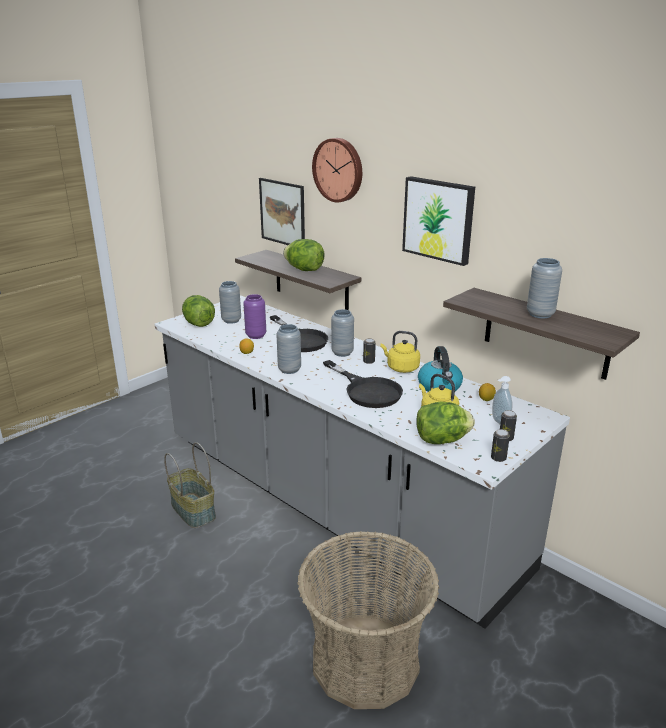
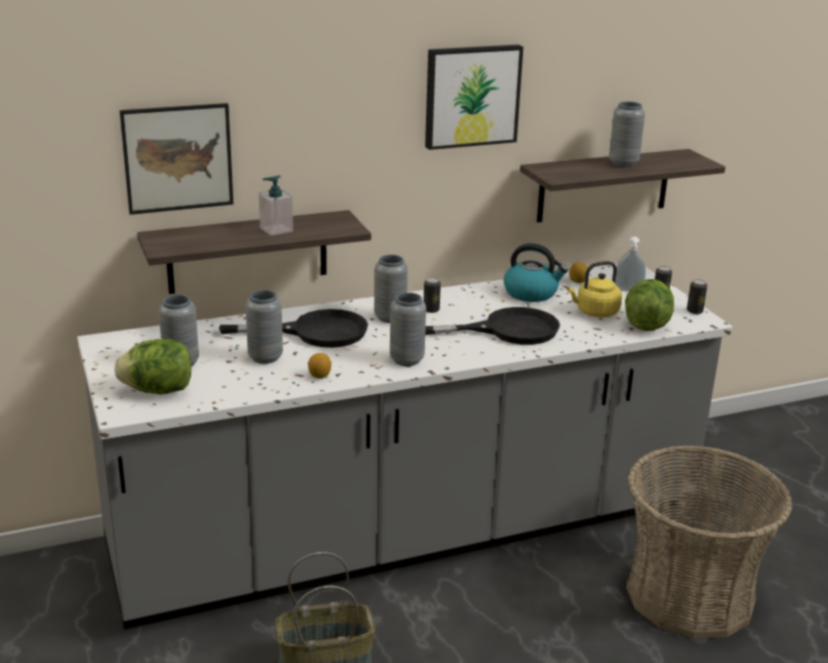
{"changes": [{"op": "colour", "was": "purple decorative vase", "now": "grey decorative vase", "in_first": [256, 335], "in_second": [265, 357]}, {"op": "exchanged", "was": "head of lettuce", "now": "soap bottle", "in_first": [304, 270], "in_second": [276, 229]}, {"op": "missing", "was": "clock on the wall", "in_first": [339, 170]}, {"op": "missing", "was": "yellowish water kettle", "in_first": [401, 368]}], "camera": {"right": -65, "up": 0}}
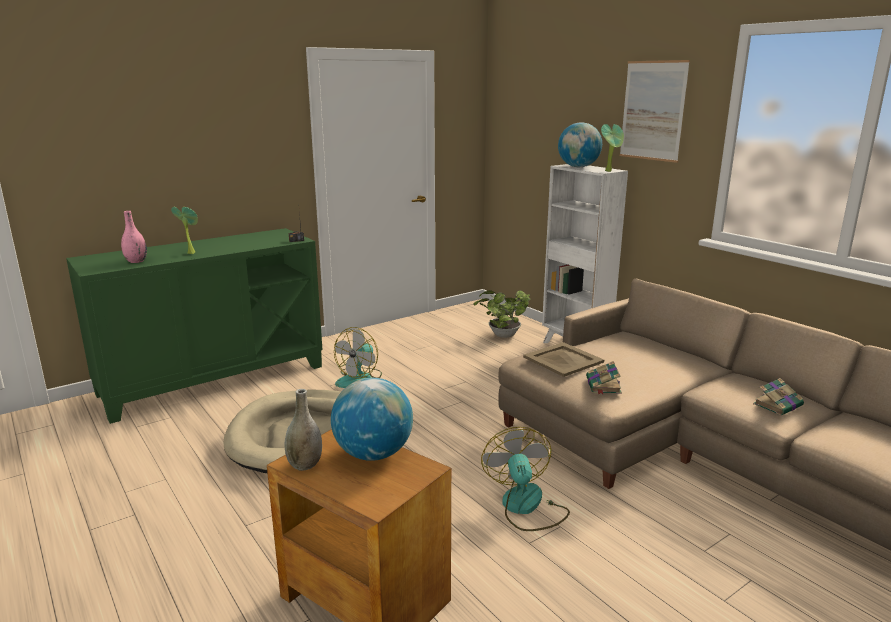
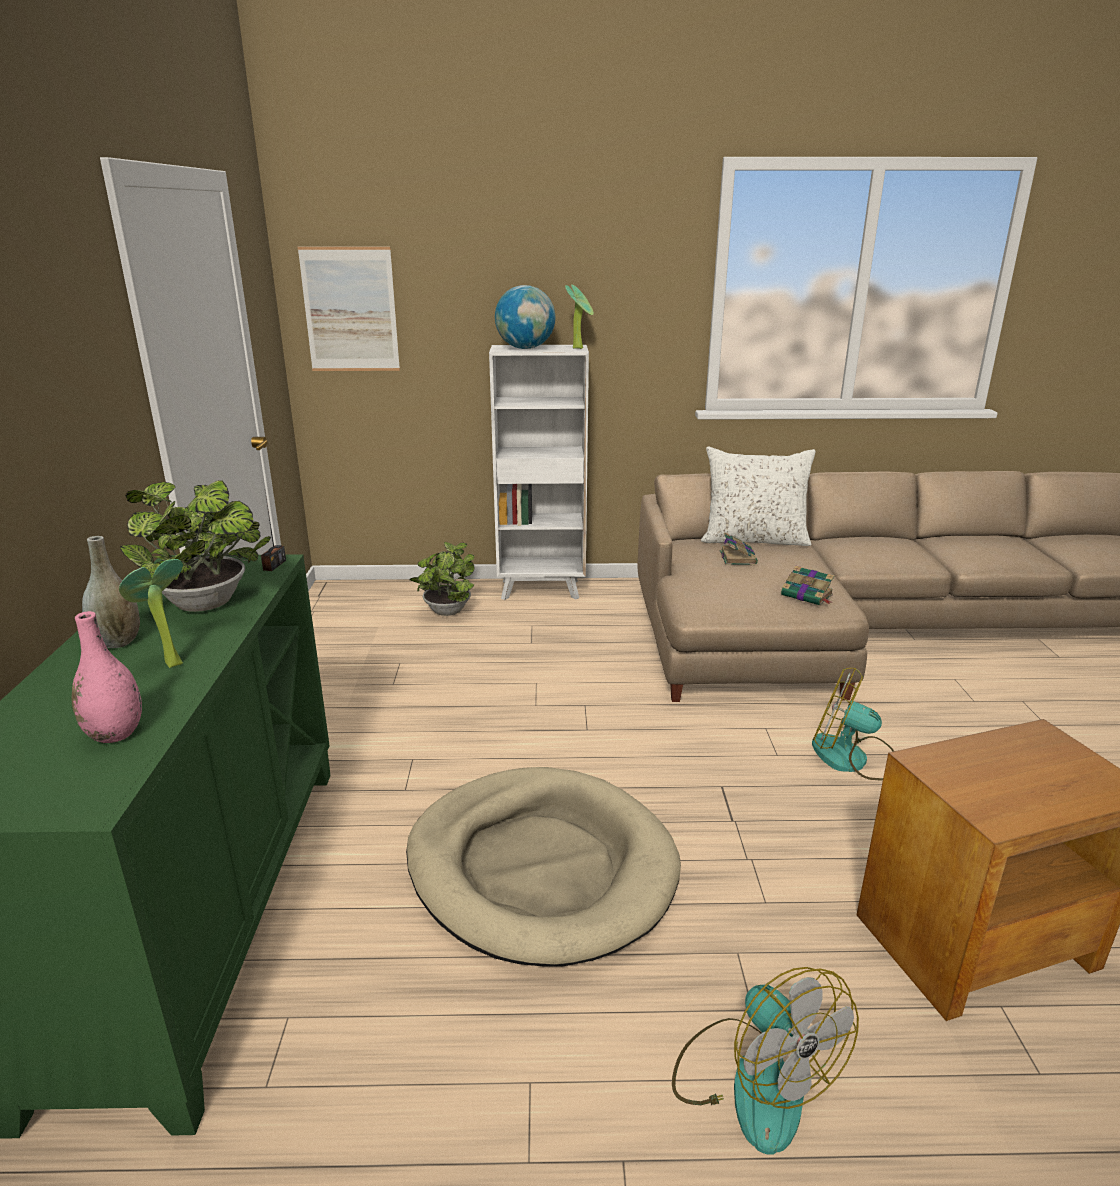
{"changes": [{"op": "relocated", "was": "grey decorative vase", "in_first": [305, 465], "in_second": [118, 642]}, {"op": "appeared", "now": "potted plant", "in_second": [209, 605]}, {"op": "relocated", "was": "wall art", "in_first": [653, 111], "in_second": [350, 310]}, {"op": "relocated", "was": "cooling fan", "in_first": [360, 379], "in_second": [752, 1080]}, {"op": "appeared", "now": "white pillow", "in_second": [754, 540]}, {"op": "relocated", "was": "bound book", "in_first": [778, 405], "in_second": [737, 557]}, {"op": "missing", "was": "globe", "in_first": [373, 454]}, {"op": "missing", "was": "sand-coloured tray", "in_first": [562, 359]}], "camera": {"right": -55, "up": 5}}
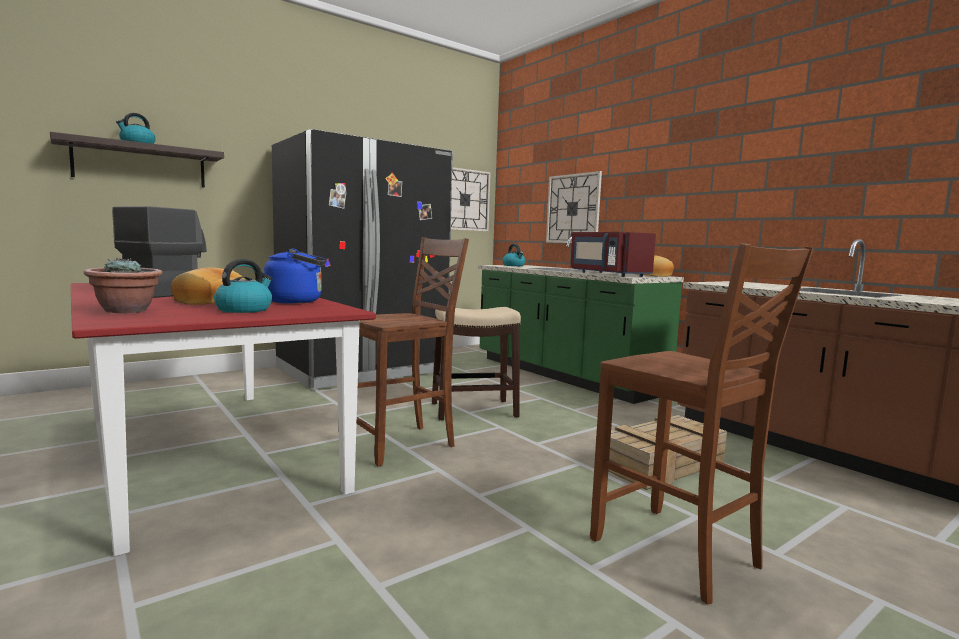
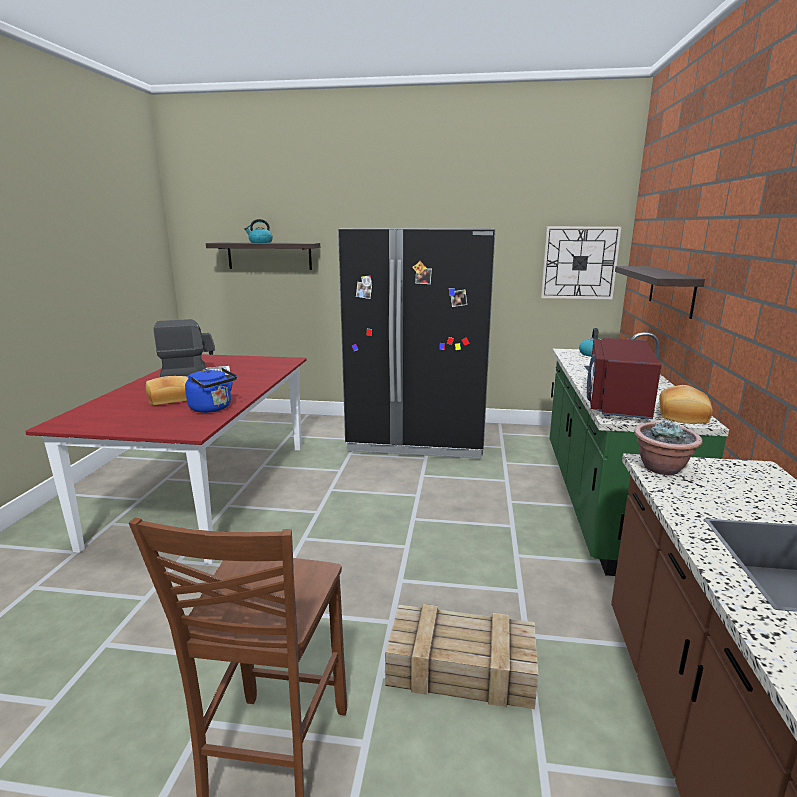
{"changes": [{"op": "exchanged", "was": "clock on the wall", "now": "shelf", "in_first": [573, 209], "in_second": [671, 290]}, {"op": "relocated", "was": "potted plant", "in_first": [127, 311], "in_second": [662, 468]}, {"op": "missing", "was": "water kettle", "in_first": [244, 309]}, {"op": "missing", "was": "brownish upright chair", "in_first": [403, 444]}, {"op": "missing", "was": "sitting stool", "in_first": [474, 410]}], "camera": {"right": 45, "up": 10}}
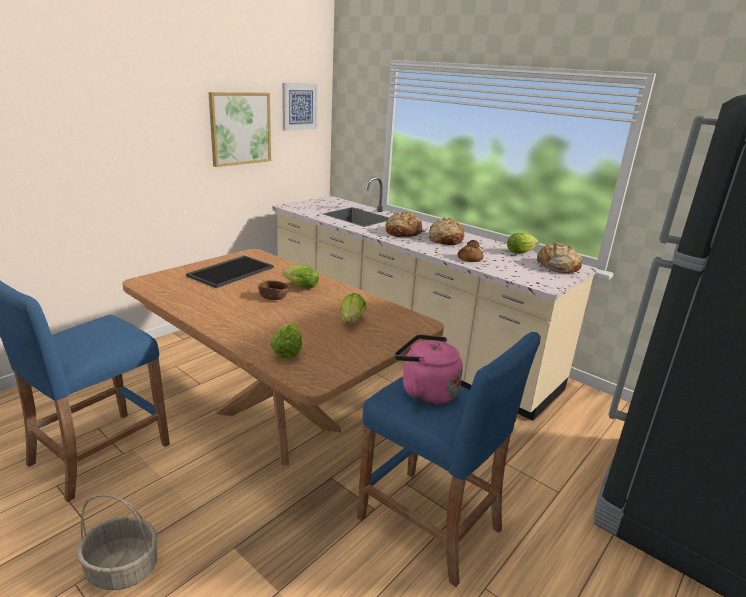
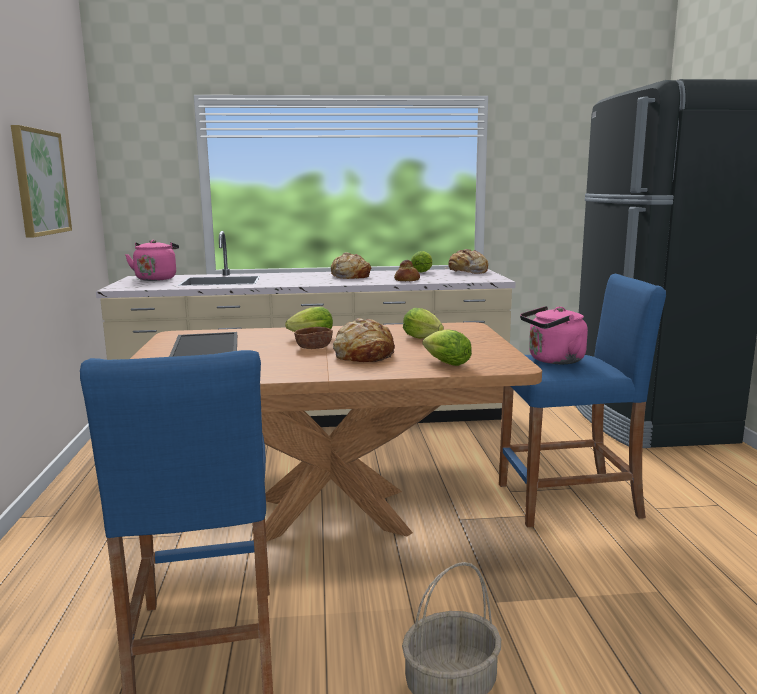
{"changes": [{"op": "appeared", "now": "pink-coloured water kettle", "in_second": [156, 278]}, {"op": "relocated", "was": "baked bread", "in_first": [403, 232], "in_second": [364, 354]}, {"op": "missing", "was": "wall art", "in_first": [299, 106]}], "camera": {"right": -45, "up": -10}}
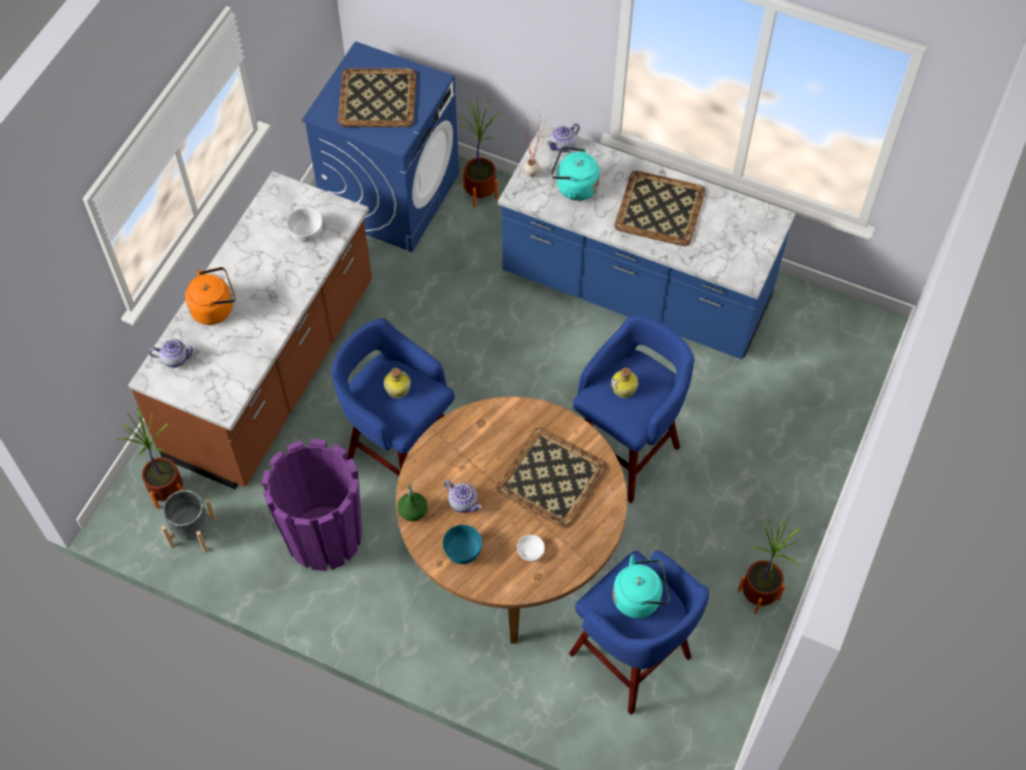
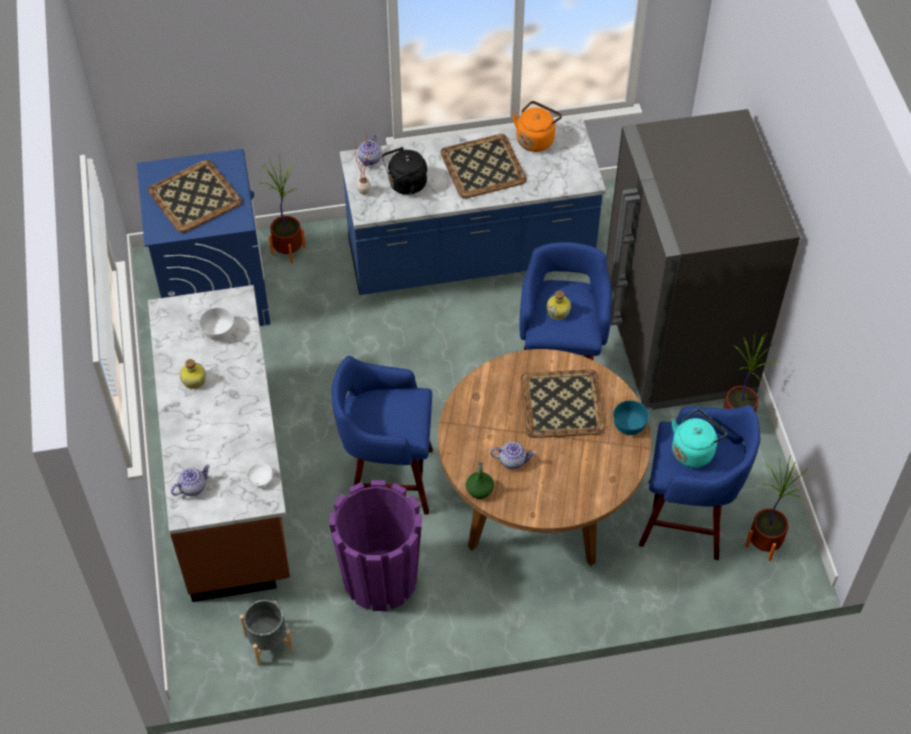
{"changes": [{"op": "relocated", "was": "bottle", "in_first": [396, 388], "in_second": [193, 380]}, {"op": "relocated", "was": "white bowl", "in_first": [531, 551], "in_second": [261, 478]}, {"op": "colour", "was": "turquoise water kettle", "now": "blackish water kettle", "in_first": [574, 187], "in_second": [405, 184]}, {"op": "relocated", "was": "orange-coloured water kettle", "in_first": [215, 308], "in_second": [536, 139]}, {"op": "appeared", "now": "grey kitchen fridge", "in_second": [676, 340]}, {"op": "relocated", "was": "turquoise bowl", "in_first": [462, 551], "in_second": [630, 425]}, {"op": "relocated", "was": "potted plant", "in_first": [168, 492], "in_second": [764, 543]}], "camera": {"right": -35, "up": -5}}
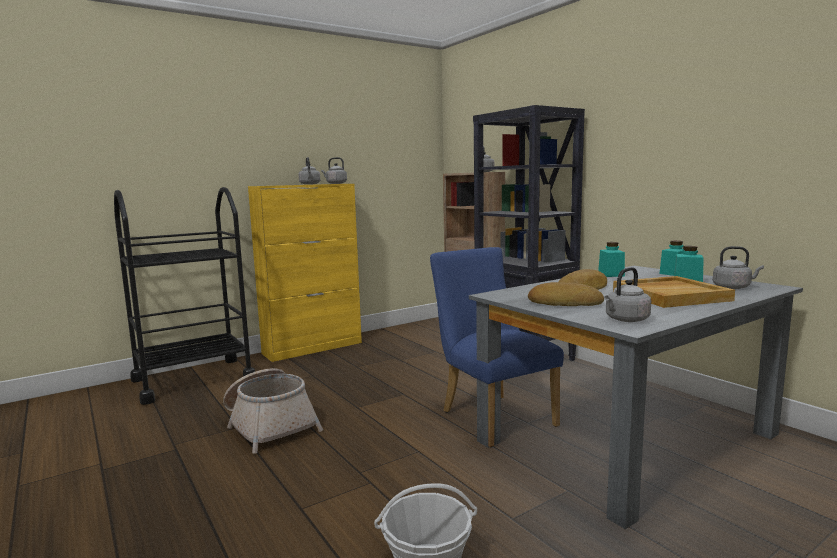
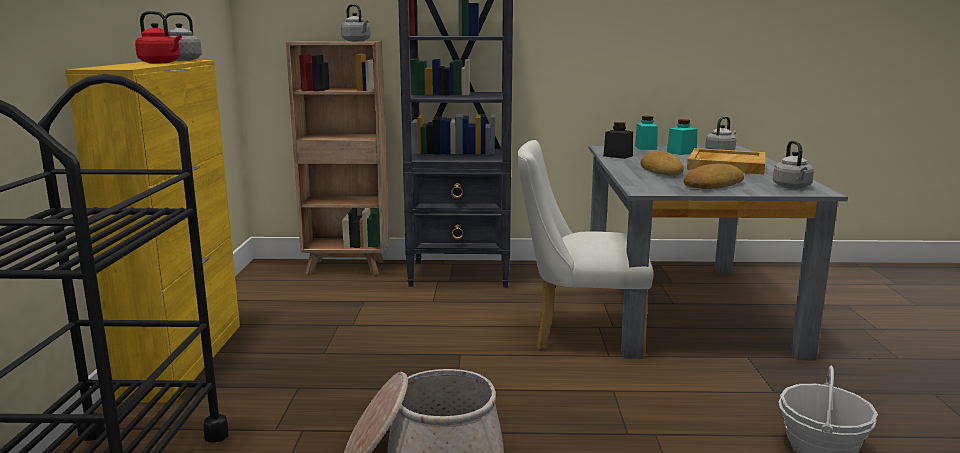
{"changes": [{"op": "colour", "was": "grey water kettle", "now": "red water kettle", "in_first": [310, 184], "in_second": [161, 63]}, {"op": "colour", "was": "blue upright chair", "now": "white upright chair", "in_first": [492, 416], "in_second": [579, 334]}, {"op": "colour", "was": "turquoise preserve jar", "now": "blackish preserve jar", "in_first": [611, 274], "in_second": [618, 156]}], "camera": {"right": -55, "up": 5}}
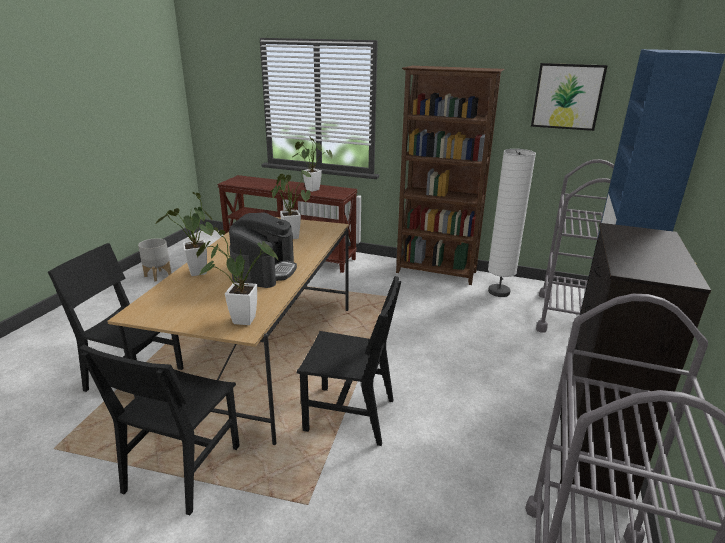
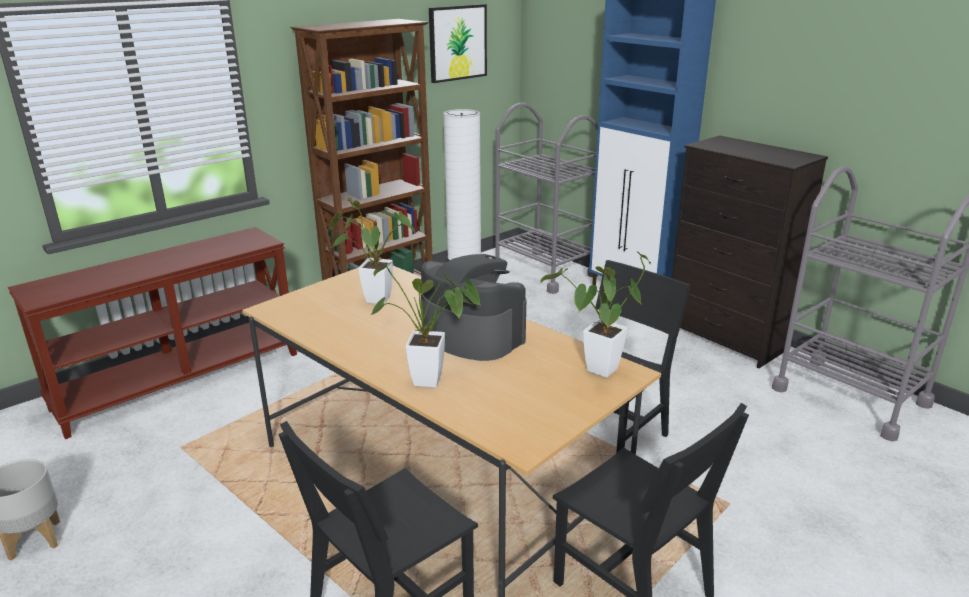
{"changes": [{"op": "missing", "was": "potted plant", "in_first": [310, 189]}], "camera": {"right": -60, "up": 0}}
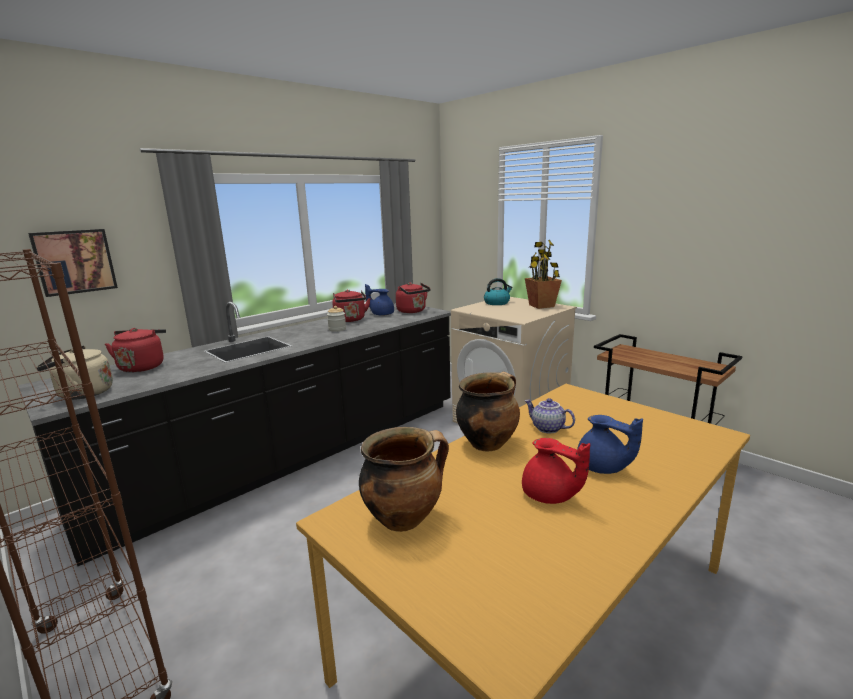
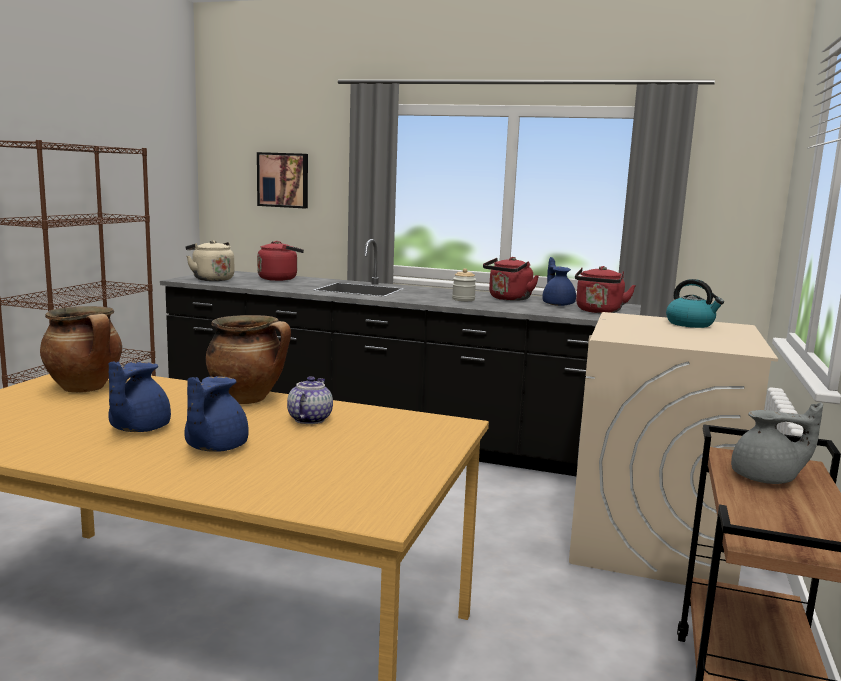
{"changes": [{"op": "colour", "was": "red teapot", "now": "blue teapot", "in_first": [550, 496], "in_second": [137, 429]}, {"op": "appeared", "now": "grey teapot", "in_second": [766, 479]}, {"op": "missing", "was": "potted plant", "in_first": [541, 306]}], "camera": {"right": 60, "up": -5}}
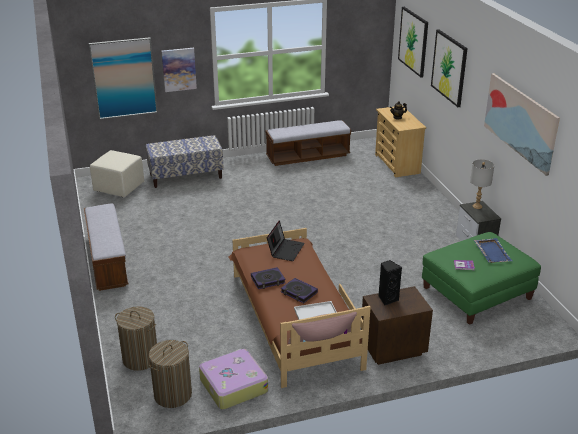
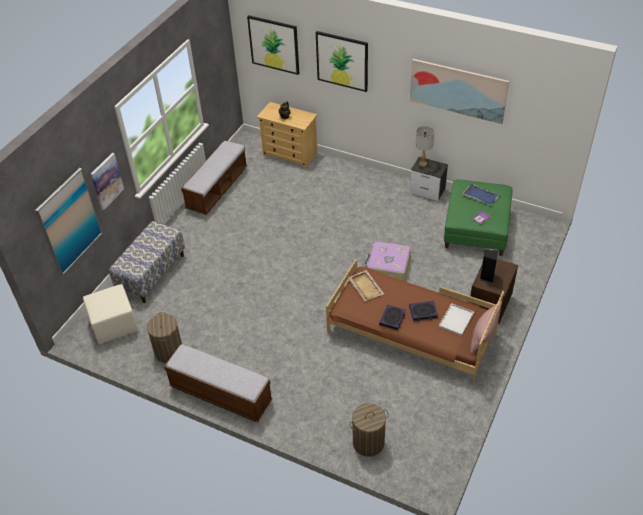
{"changes": [{"op": "relocated", "was": "hamper", "in_first": [173, 394], "in_second": [169, 351]}, {"op": "exchanged", "was": "portable computer", "now": "sand-coloured tray", "in_first": [285, 249], "in_second": [365, 286]}, {"op": "relocated", "was": "suitcase", "in_first": [233, 385], "in_second": [388, 266]}], "camera": {"right": -45, "up": 15}}
